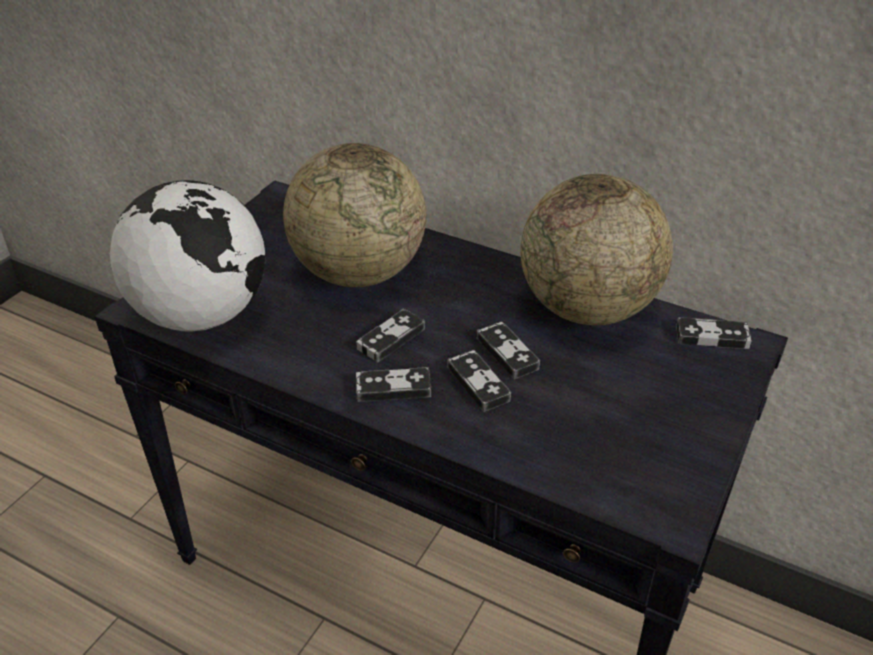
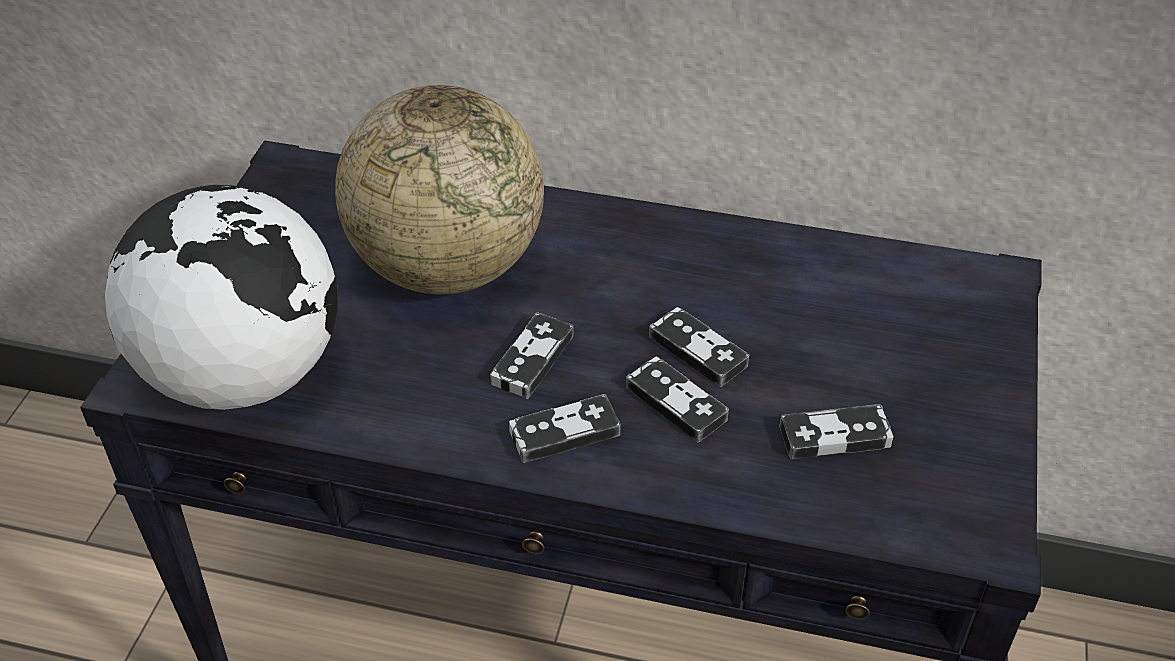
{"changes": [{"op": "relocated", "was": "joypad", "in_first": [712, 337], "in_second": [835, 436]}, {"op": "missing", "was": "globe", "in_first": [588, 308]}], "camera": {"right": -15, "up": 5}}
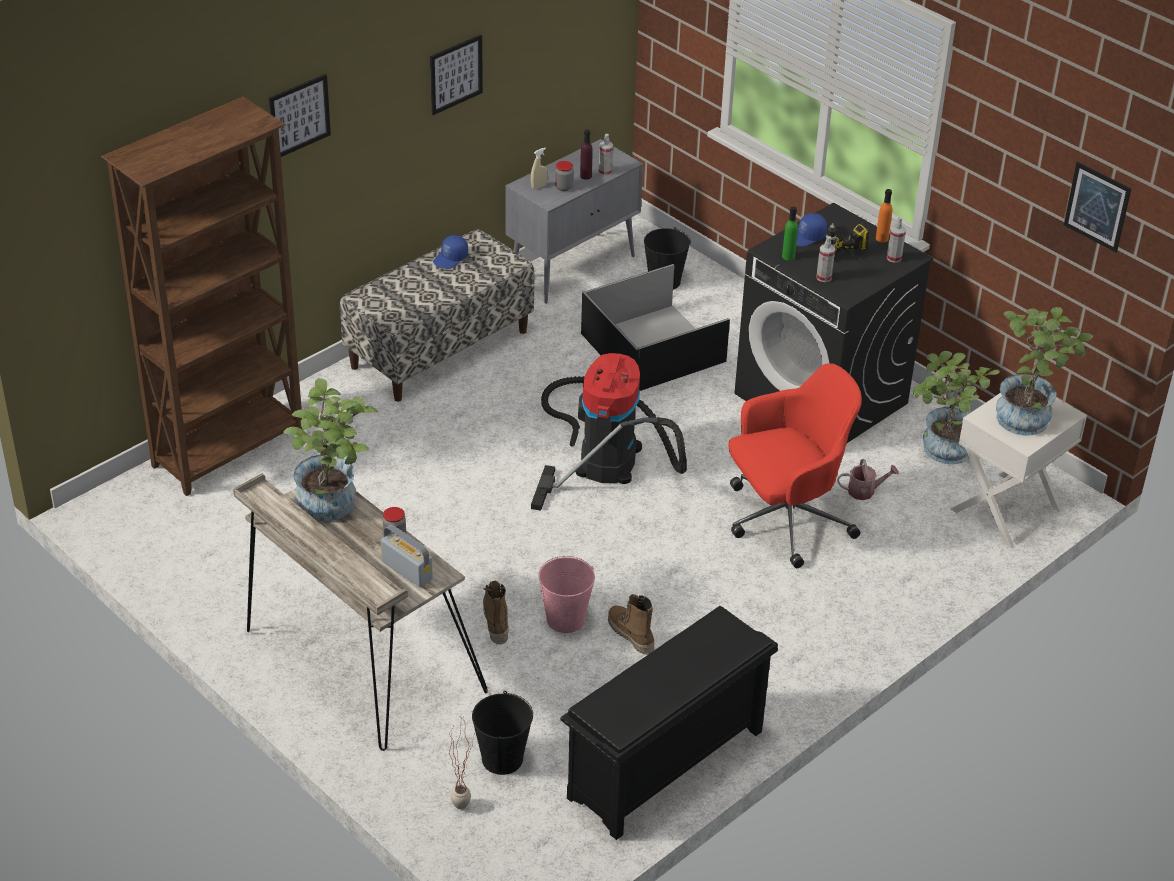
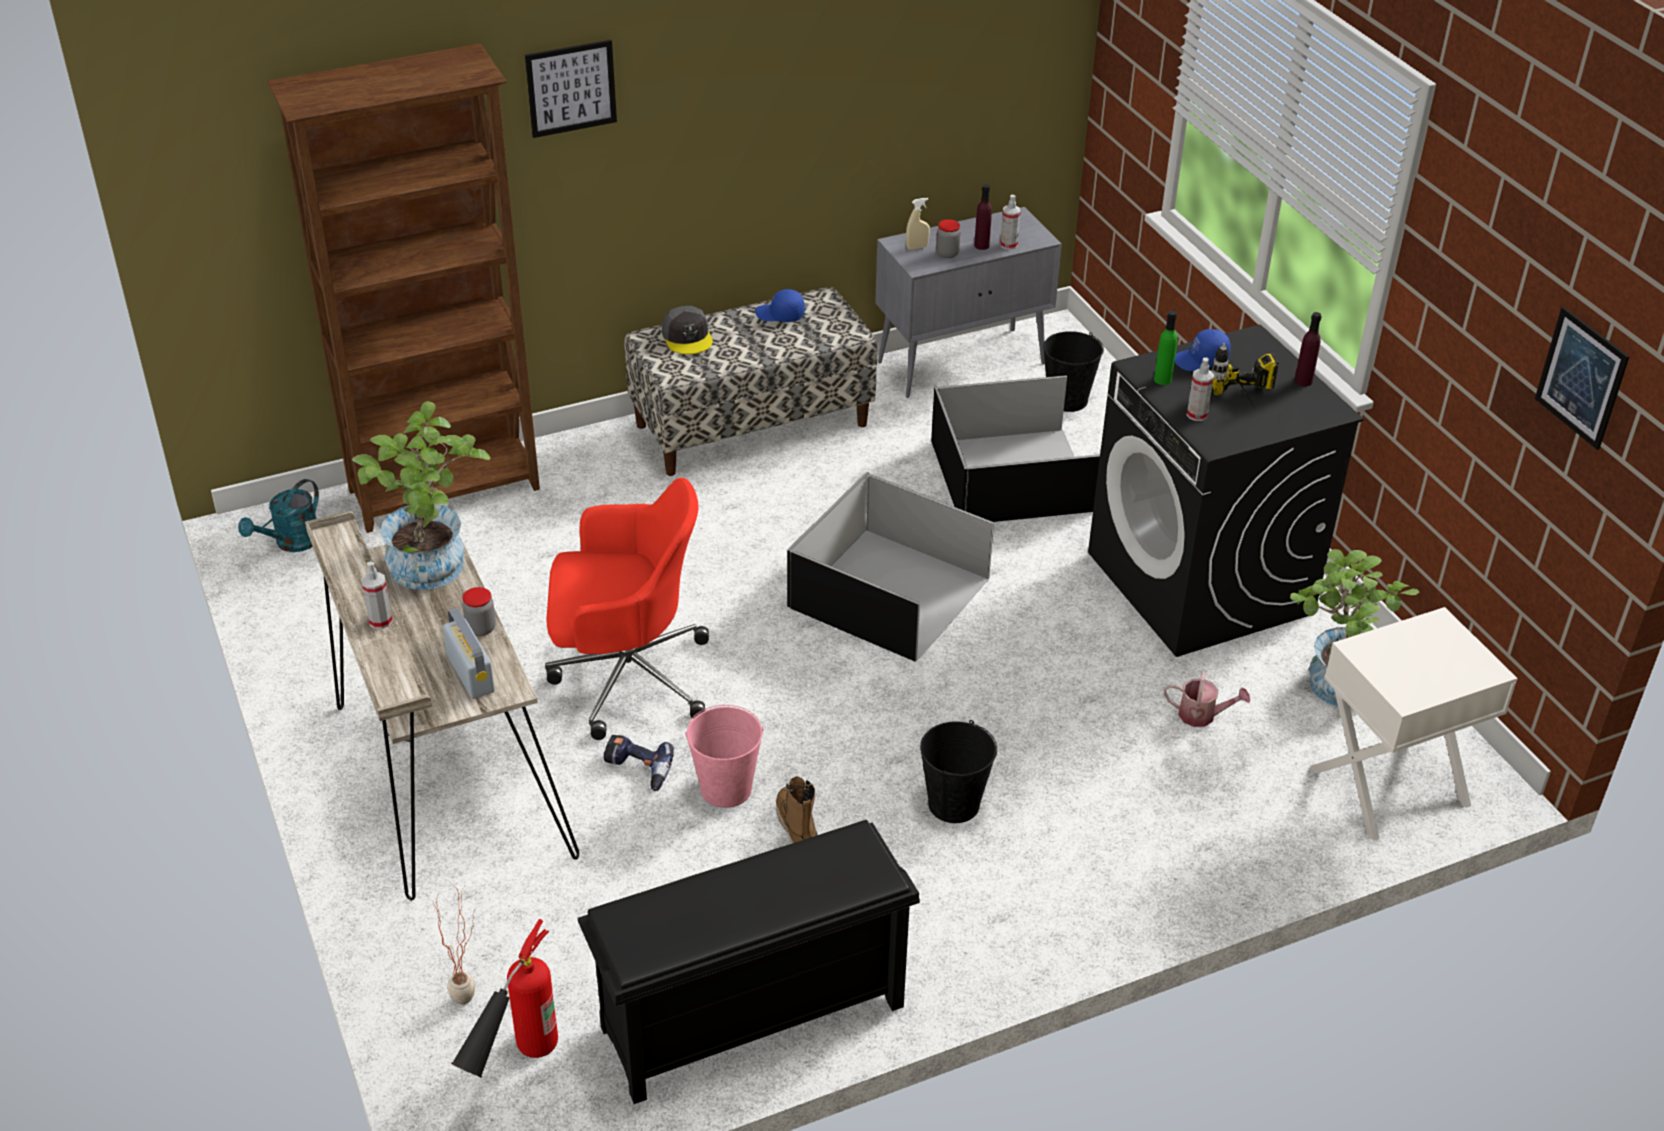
{"changes": [{"op": "appeared", "now": "turquoise watering pot", "in_second": [291, 543]}, {"op": "relocated", "was": "hand sprayer", "in_first": [894, 258], "in_second": [380, 621]}, {"op": "appeared", "now": "fire extinguisher", "in_second": [515, 1070]}, {"op": "relocated", "was": "red computer chair", "in_first": [785, 520], "in_second": [627, 677]}, {"op": "exchanged", "was": "boot", "now": "drill", "in_first": [495, 622], "in_second": [637, 770]}, {"op": "appeared", "now": "grey baseball cap", "in_second": [687, 337]}, {"op": "spun", "was": "blue baseball cap", "in_first": [451, 259], "in_second": [780, 315], "clockwise": 45}, {"op": "exchanged", "was": "vacuum cleaner", "now": "blackish storage box", "in_first": [608, 455], "in_second": [888, 594]}, {"op": "relocated", "was": "blackish bucket", "in_first": [502, 759], "in_second": [953, 804]}, {"op": "colour", "was": "orange-coloured bottle", "now": "purple bottle", "in_first": [882, 238], "in_second": [1303, 381]}, {"op": "missing", "was": "wall art", "in_first": [455, 74]}, {"op": "missing", "was": "potted plant", "in_first": [1029, 416]}], "camera": {"right": 20, "up": 0}}
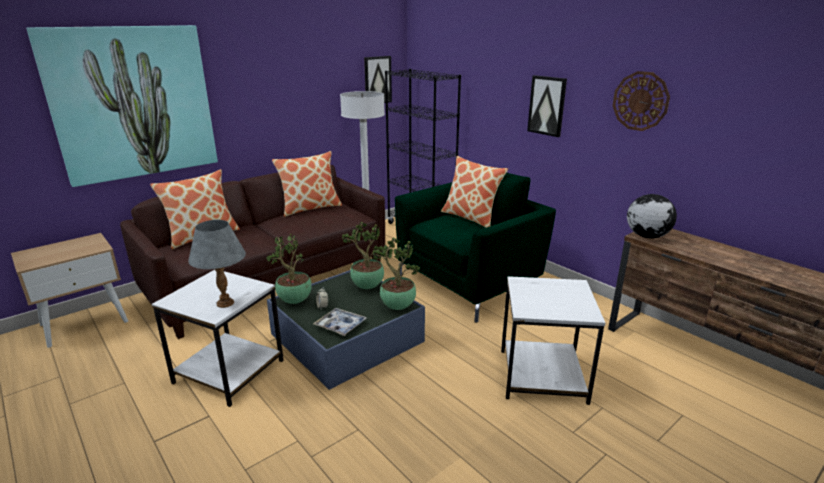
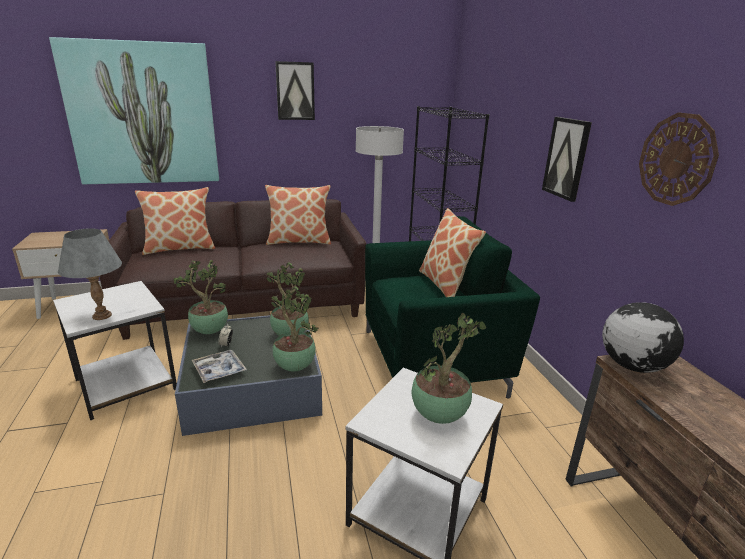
{"changes": [{"op": "relocated", "was": "wall art", "in_first": [377, 80], "in_second": [295, 91]}, {"op": "appeared", "now": "potted plant", "in_second": [440, 415]}], "camera": {"right": 25, "up": 0}}
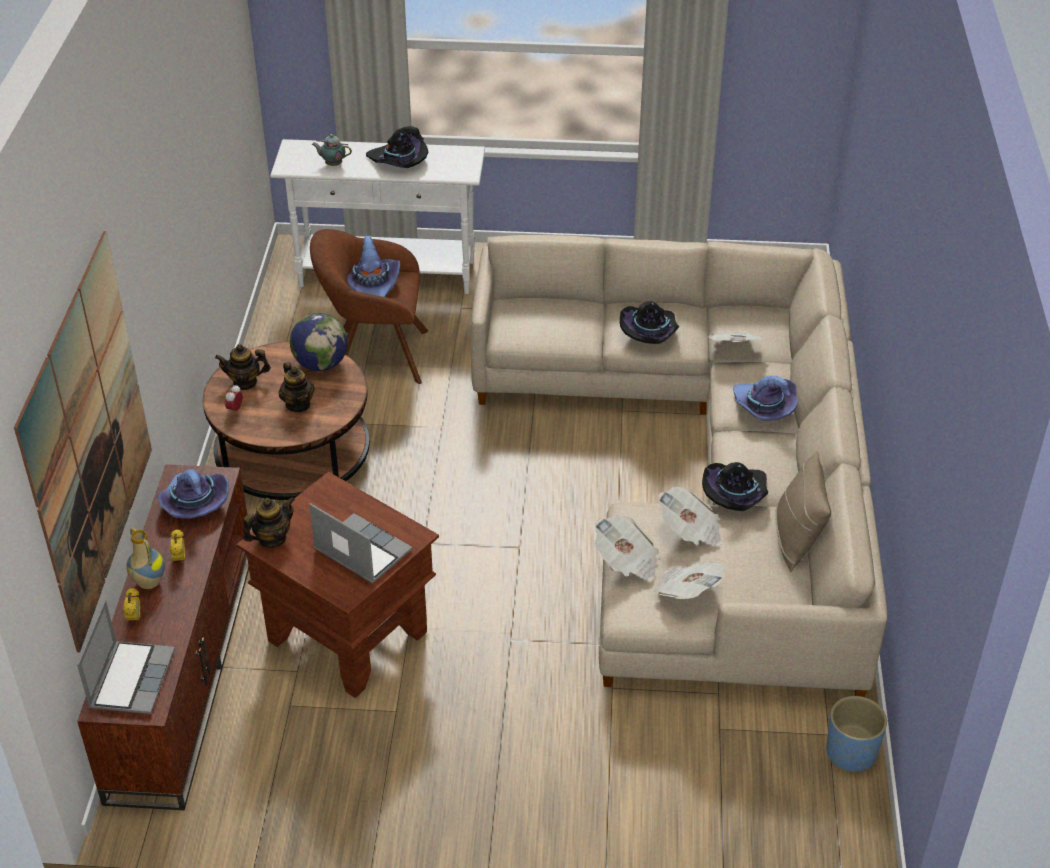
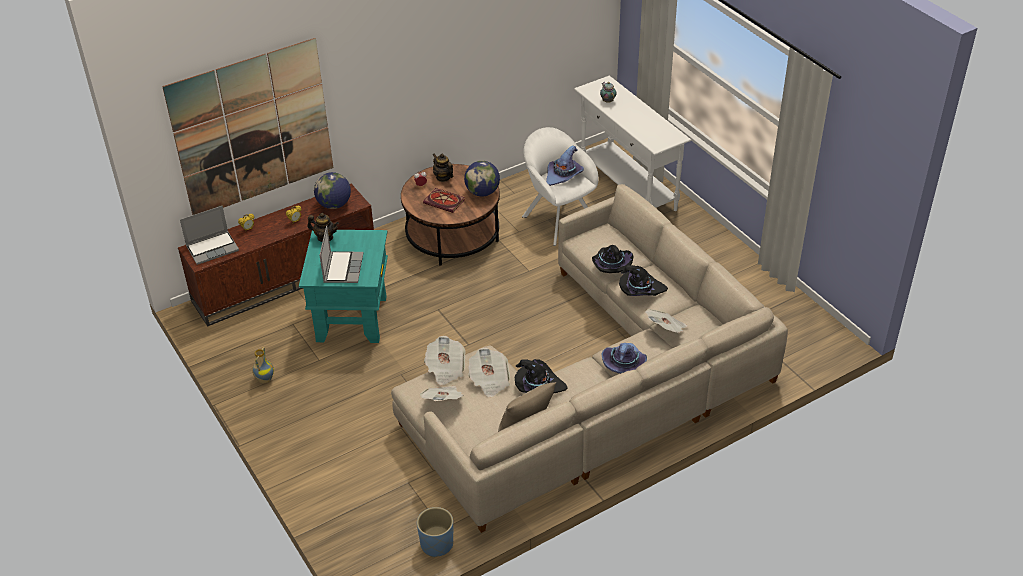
{"changes": [{"op": "relocated", "was": "decorative vase", "in_first": [148, 583], "in_second": [264, 379]}, {"op": "colour", "was": "brownish accent table", "now": "turquoise accent table", "in_first": [348, 635], "in_second": [352, 318]}, {"op": "exchanged", "was": "purple hat", "now": "globe", "in_first": [193, 502], "in_second": [334, 205]}, {"op": "exchanged", "was": "teapot", "now": "bound book", "in_first": [298, 404], "in_second": [445, 202]}, {"op": "colour", "was": "brownish armchair", "now": "white armchair", "in_first": [374, 355], "in_second": [558, 218]}, {"op": "relocated", "was": "blackish hat", "in_first": [399, 162], "in_second": [610, 265]}], "camera": {"right": 55, "up": 0}}
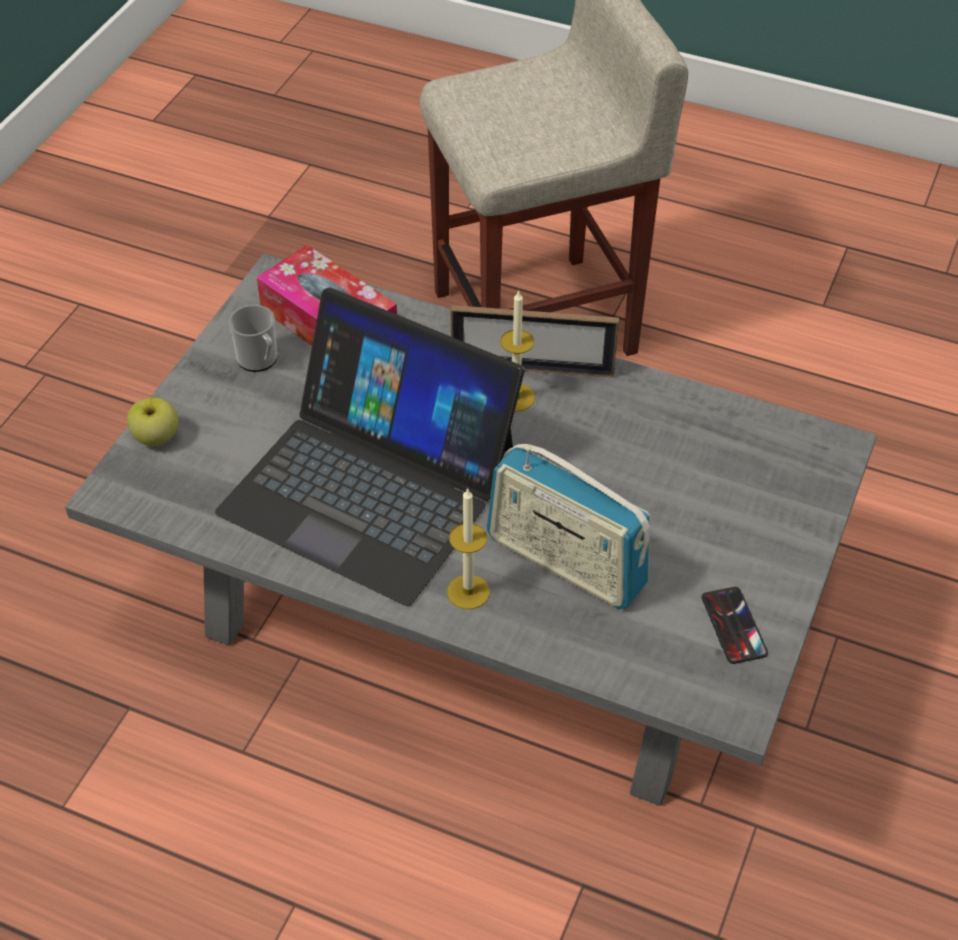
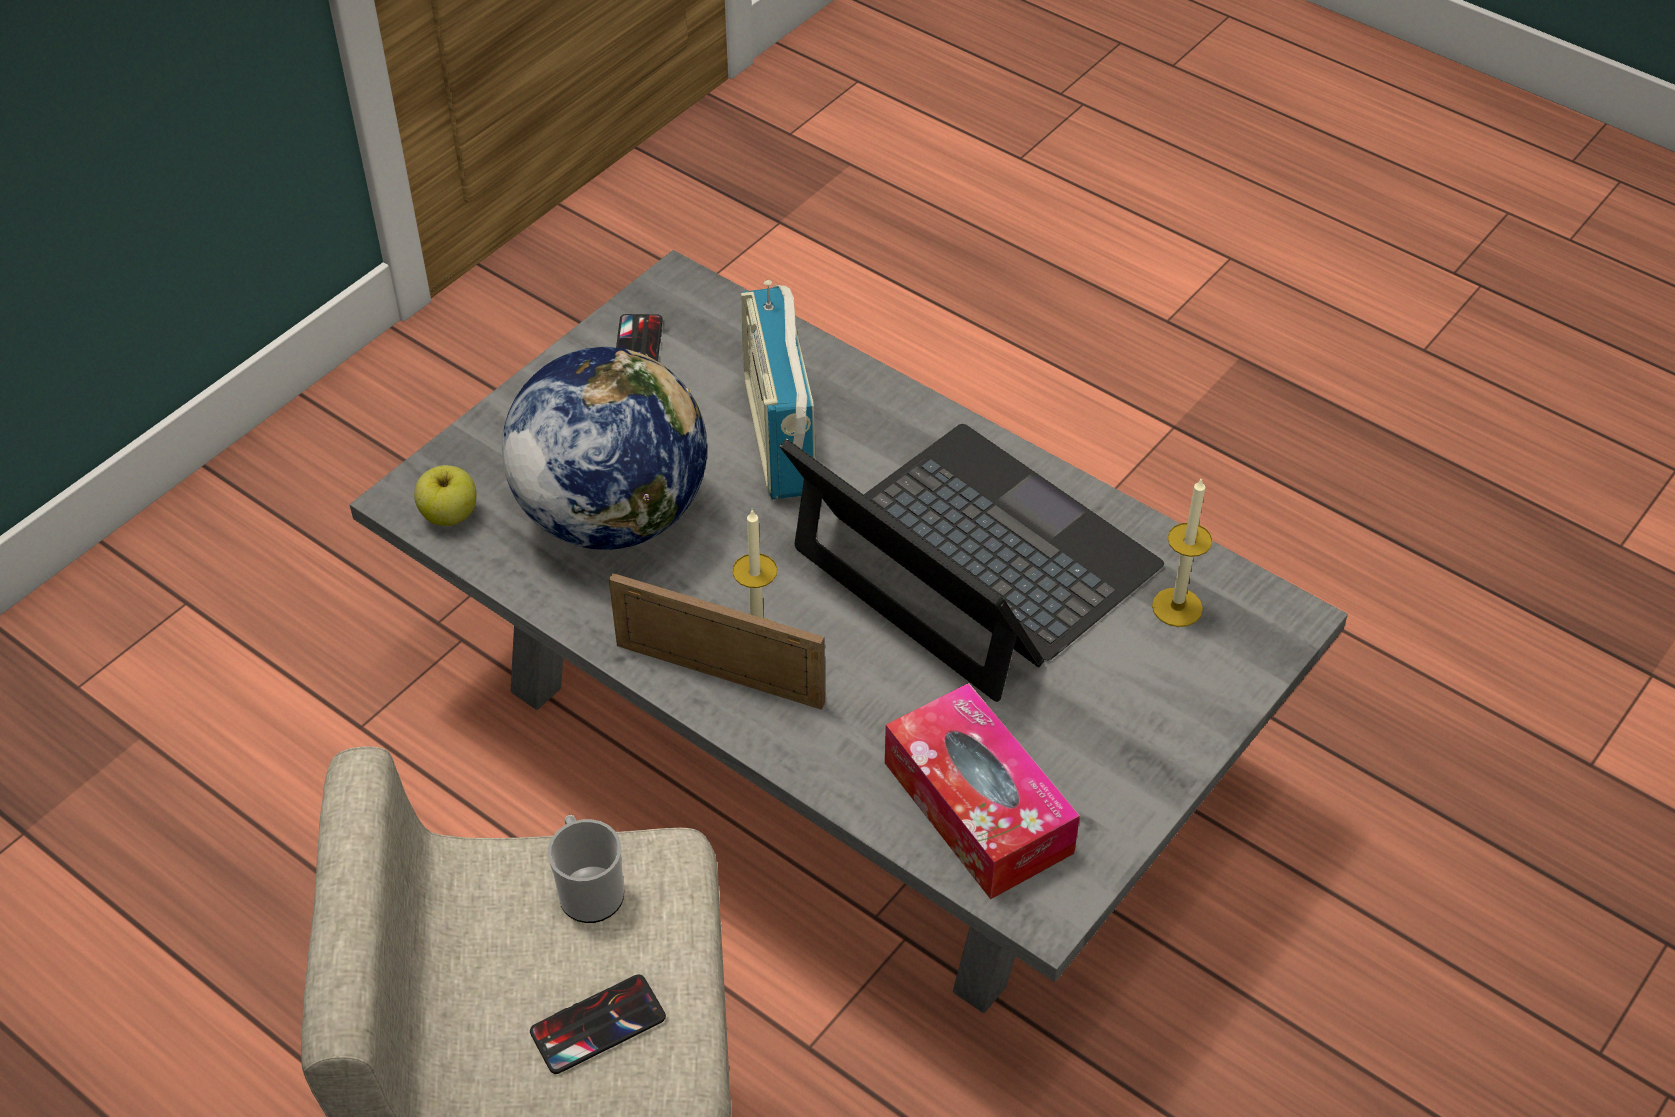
{"changes": [{"op": "relocated", "was": "apple", "in_first": [156, 437], "in_second": [450, 514]}, {"op": "appeared", "now": "globe", "in_second": [612, 515]}, {"op": "appeared", "now": "handset", "in_second": [598, 1024]}, {"op": "relocated", "was": "mug", "in_first": [260, 360], "in_second": [589, 889]}, {"op": "spun", "was": "radio set", "in_first": [565, 562], "in_second": [780, 436], "clockwise": -150}, {"op": "relocated", "was": "wax light", "in_first": [468, 592], "in_second": [1177, 607]}], "camera": {"right": -165, "up": 0}}
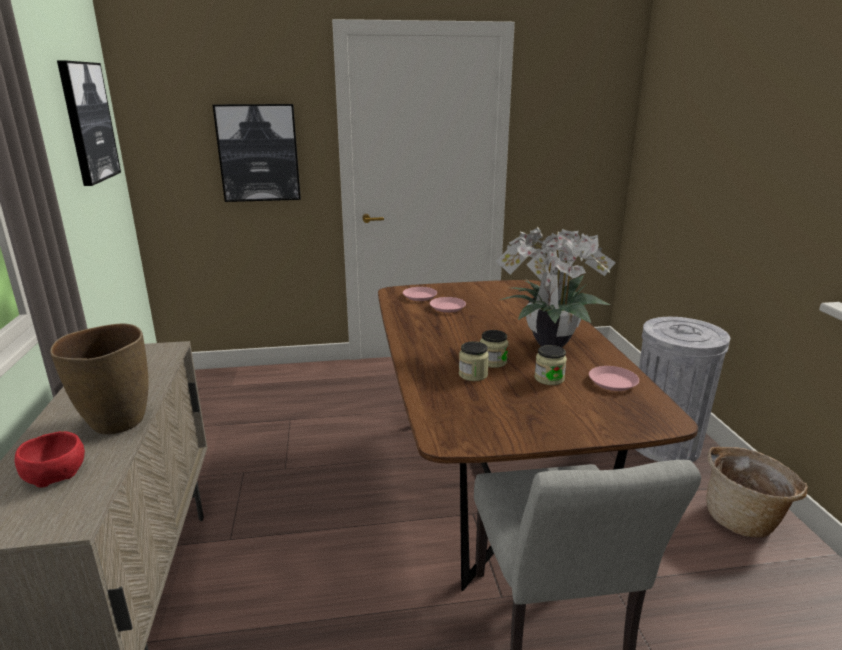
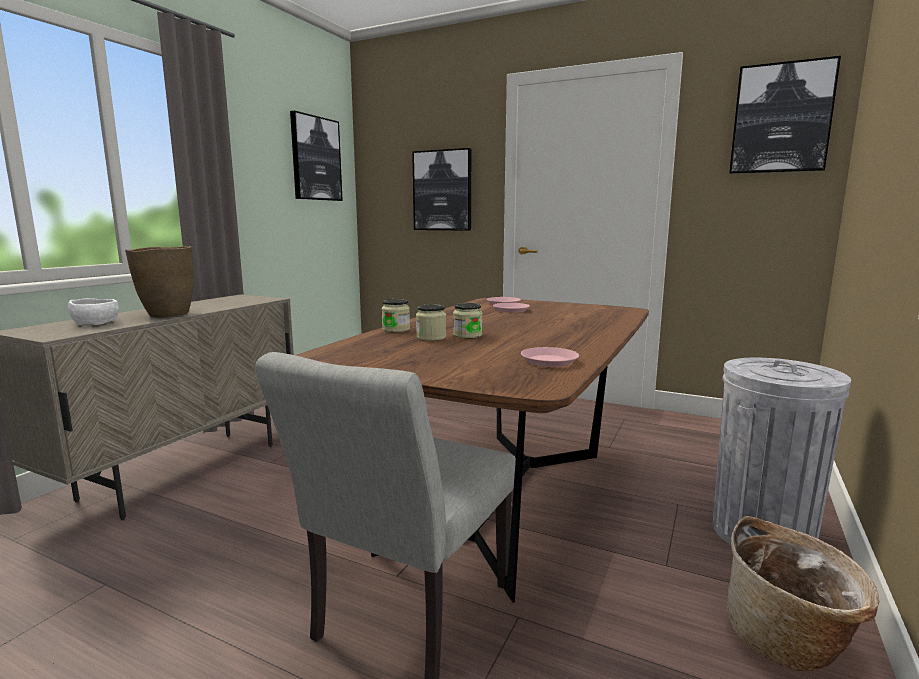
{"changes": [{"op": "colour", "was": "red bowl", "now": "white bowl", "in_first": [56, 472], "in_second": [97, 323]}, {"op": "relocated", "was": "preserve jar", "in_first": [549, 378], "in_second": [396, 329]}, {"op": "appeared", "now": "wall art", "in_second": [781, 118]}, {"op": "missing", "was": "potted plant", "in_first": [547, 343]}], "camera": {"right": 35, "up": -10}}
